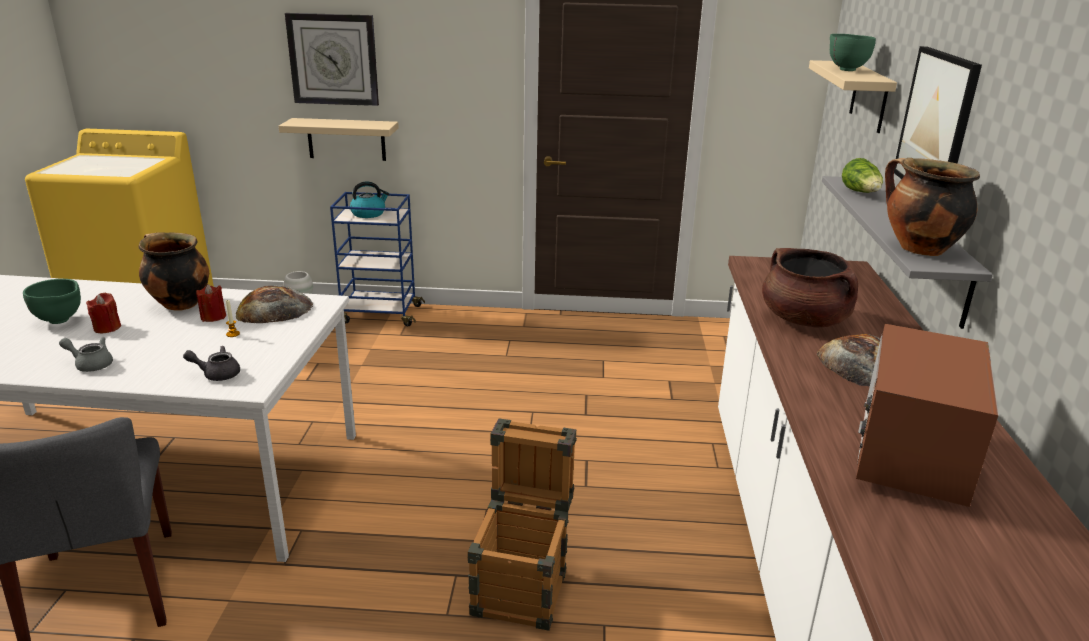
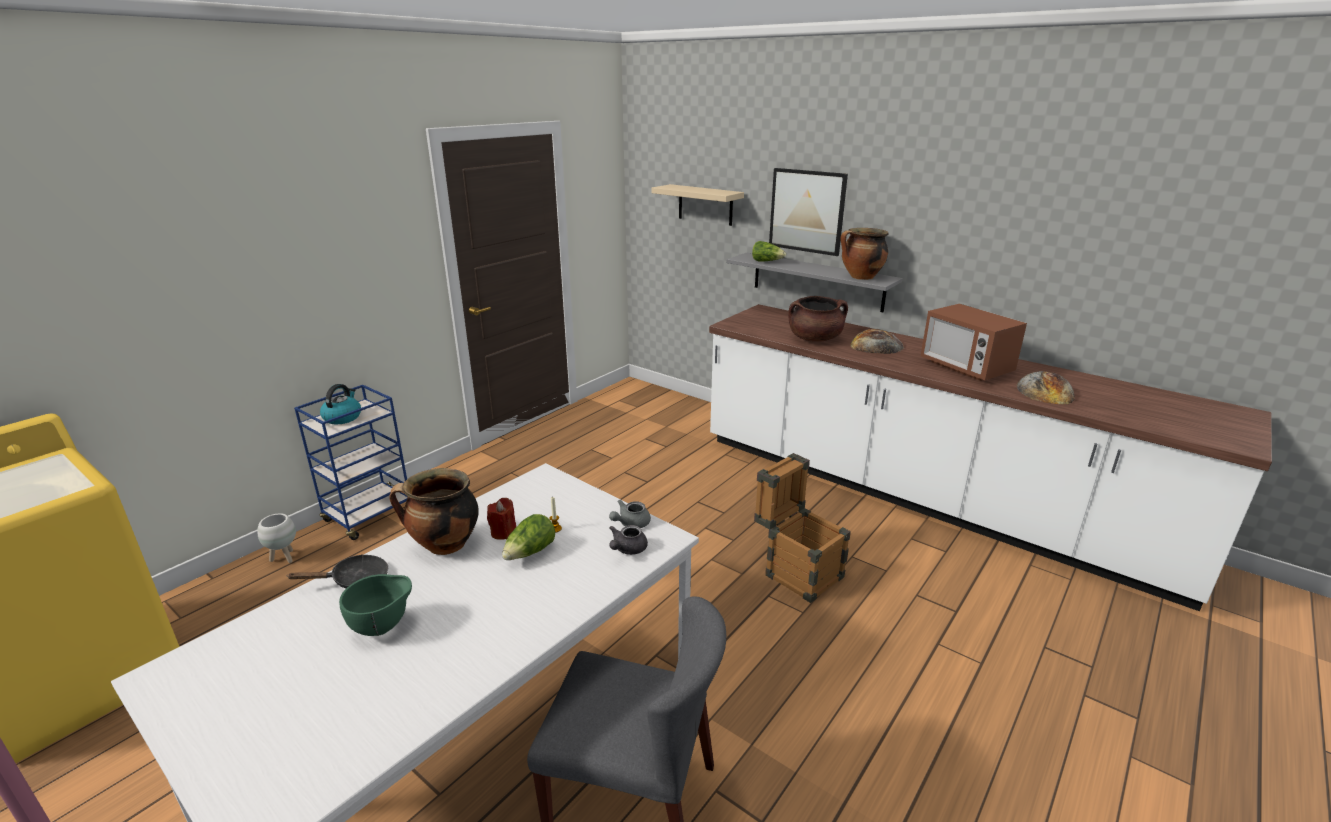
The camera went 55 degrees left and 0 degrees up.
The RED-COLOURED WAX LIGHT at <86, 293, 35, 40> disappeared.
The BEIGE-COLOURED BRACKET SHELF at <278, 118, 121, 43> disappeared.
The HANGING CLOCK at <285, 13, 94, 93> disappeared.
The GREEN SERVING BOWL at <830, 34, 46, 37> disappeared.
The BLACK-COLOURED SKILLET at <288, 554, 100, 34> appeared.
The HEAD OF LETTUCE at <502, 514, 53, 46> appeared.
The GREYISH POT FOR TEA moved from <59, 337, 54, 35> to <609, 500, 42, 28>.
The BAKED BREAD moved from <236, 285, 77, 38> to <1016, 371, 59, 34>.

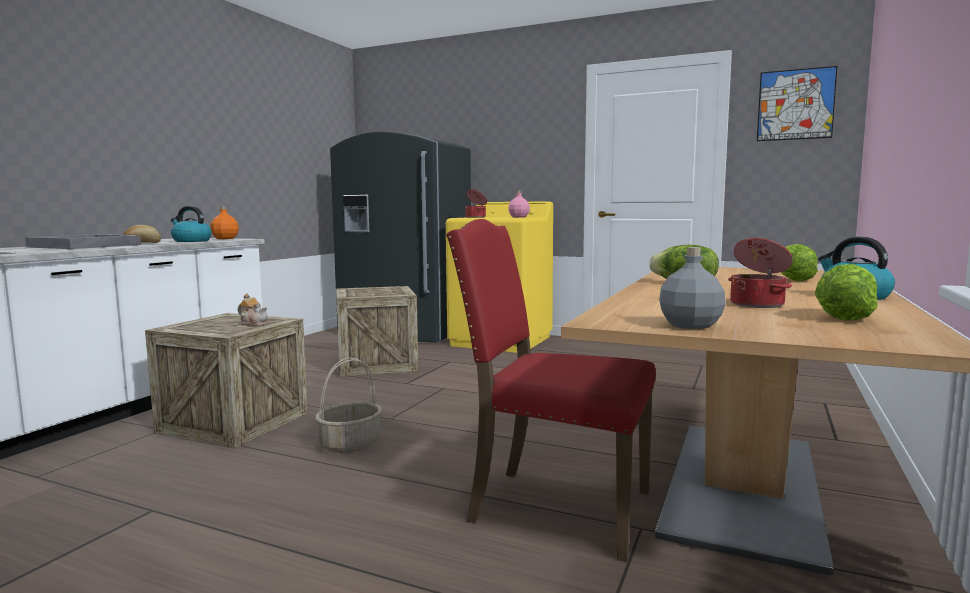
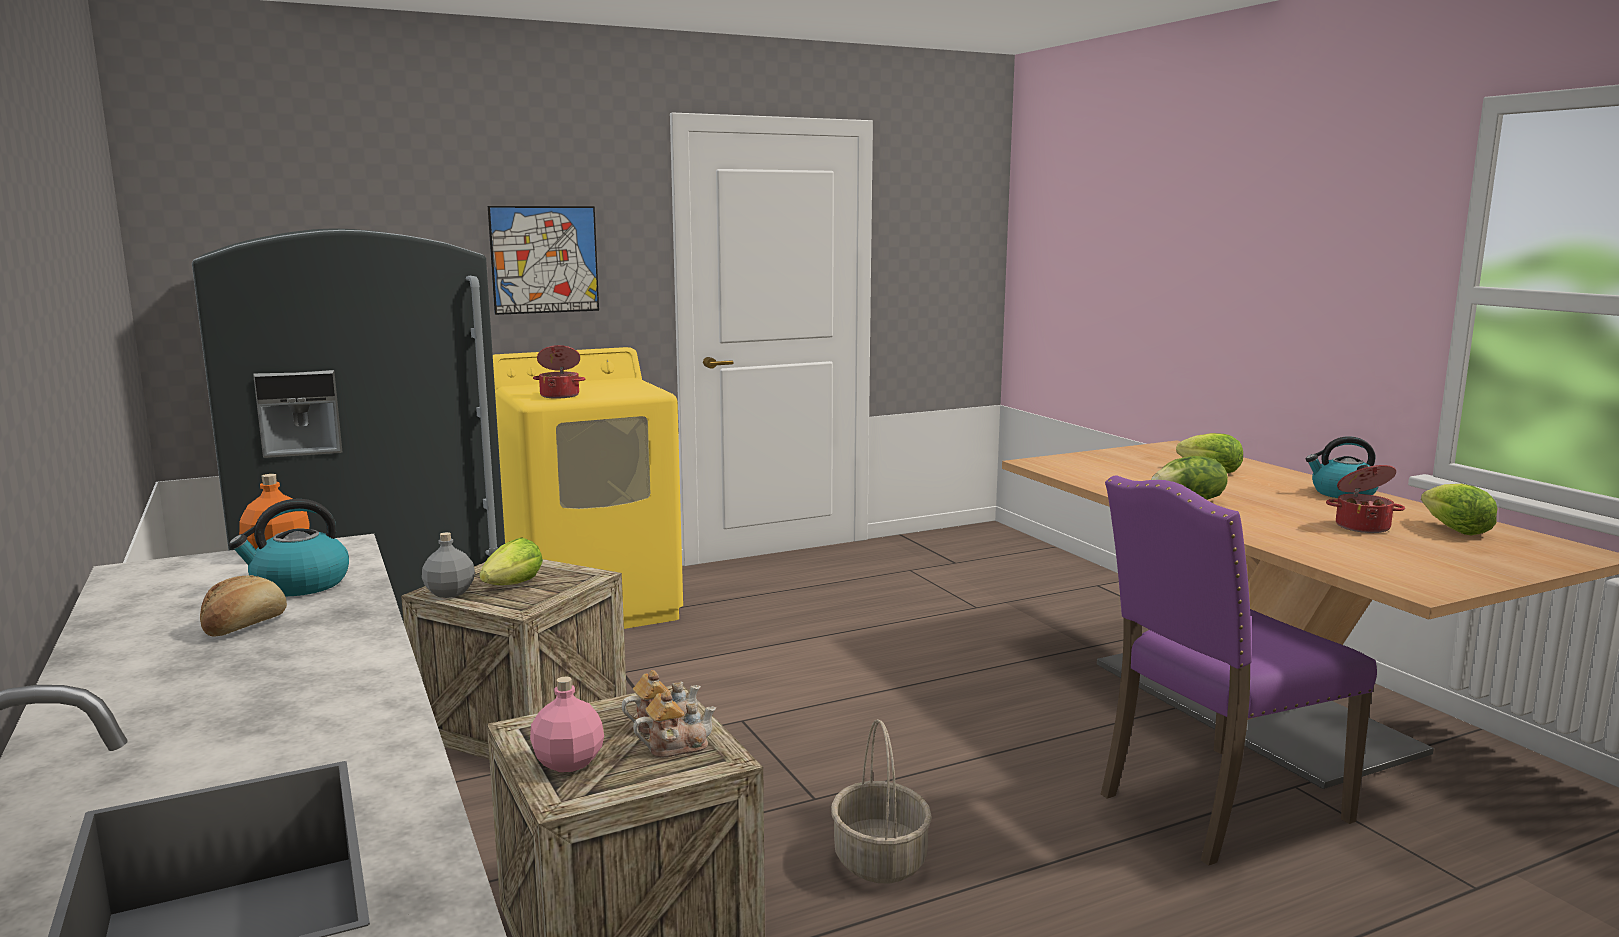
The camera went 50 degrees left and 5 degrees up.
The GREYISH TRAY at <25, 234, 116, 15> disappeared.
The HEAD OF LETTUCE at <479, 537, 64, 48> appeared.
The POT FOR TEA at <633, 690, 83, 67> appeared.
The PINK BEVERAGE BOTTLE moved from <508, 190, 22, 28> to <530, 677, 74, 95>.
The GREYISH BEVERAGE BOTTLE moved from <659, 247, 67, 82> to <422, 532, 53, 66>.
The WALL PICTURE moved from <757, 66, 80, 75> to <488, 206, 111, 109>.
The RED-COLOURED UPRIGHT CHAIR at <446, 219, 210, 343> became the PURPLE-COLOURED UPRIGHT CHAIR at <1101, 475, 276, 391>.

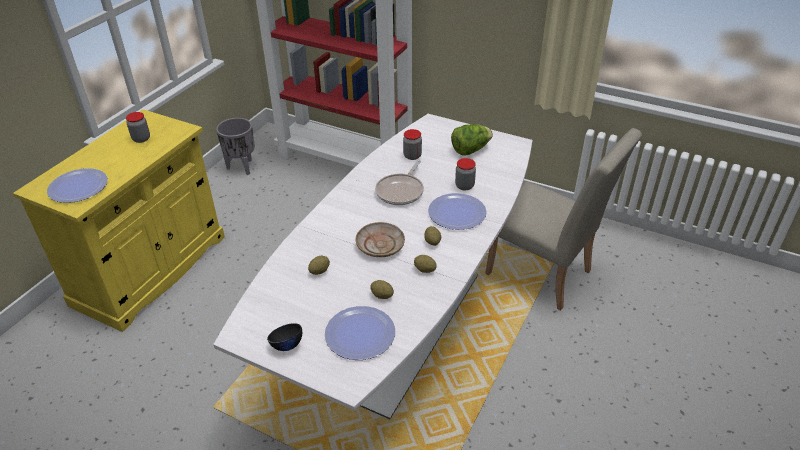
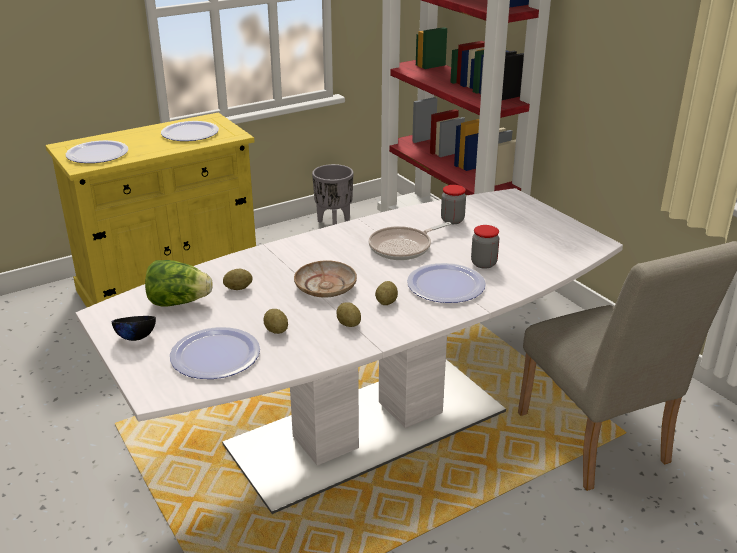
The camera went 30 degrees right and 10 degrees down.
The HEAD OF LETTUCE moved from <451, 124, 42, 32> to <145, 260, 68, 47>.
The STORAGE JAR at <126, 112, 24, 31> was replaced by the DINNER PLATE at <161, 121, 58, 20>.

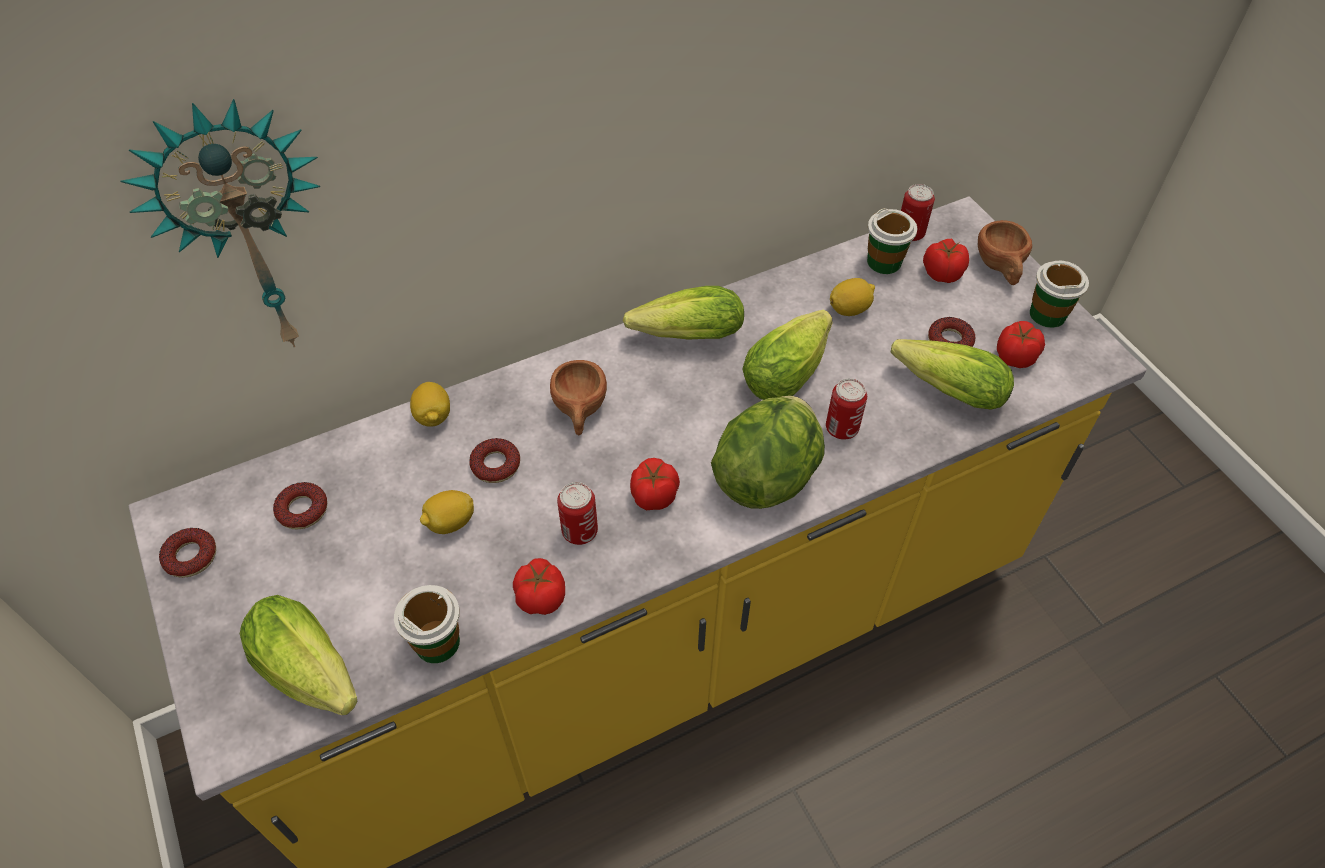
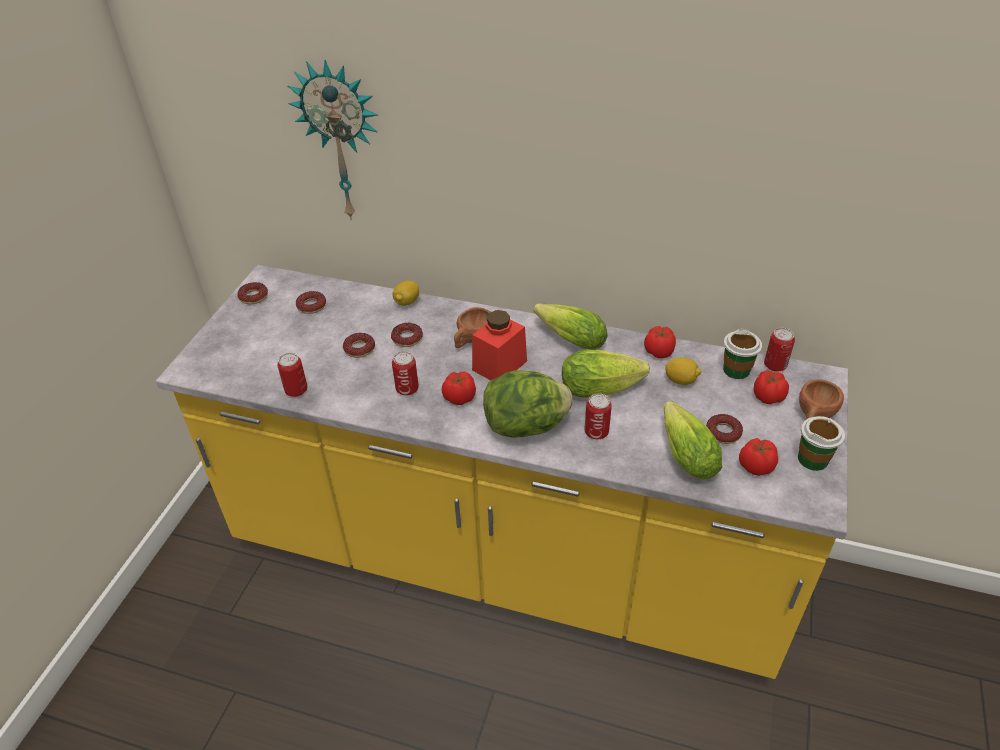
The camera went 45 degrees right and 10 degrees down.
The HEAD OF LETTUCE at <240, 595, 118, 120> disappeared.
The RED-COLOURED STORAGE JAR at <472, 310, 55, 70> appeared.
The WHOLE TOMATO moved from <513, 558, 52, 57> to <644, 326, 32, 32>.
The CUP at <394, 585, 66, 78> was replaced by the CAN at <277, 353, 30, 44>.
The LEMON at <420, 490, 54, 44> was replaced by the DONUT at <343, 333, 32, 25>.

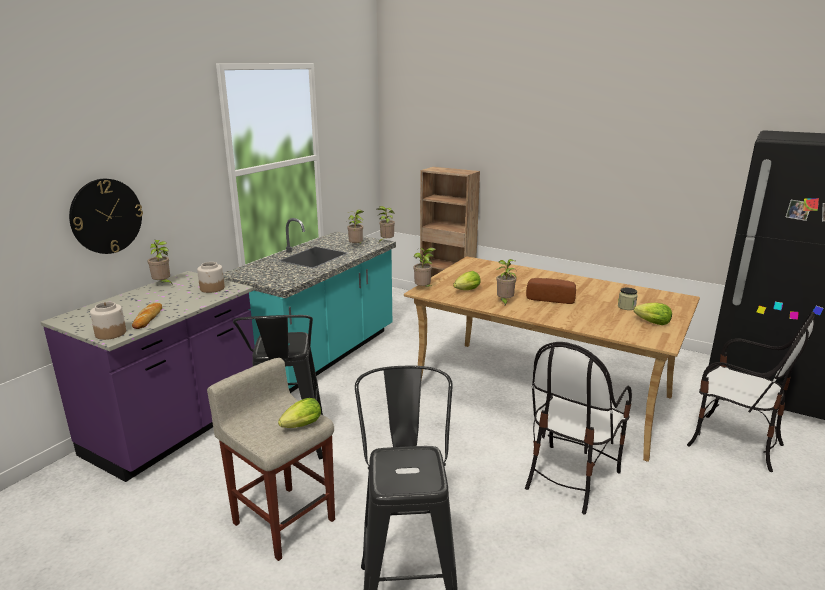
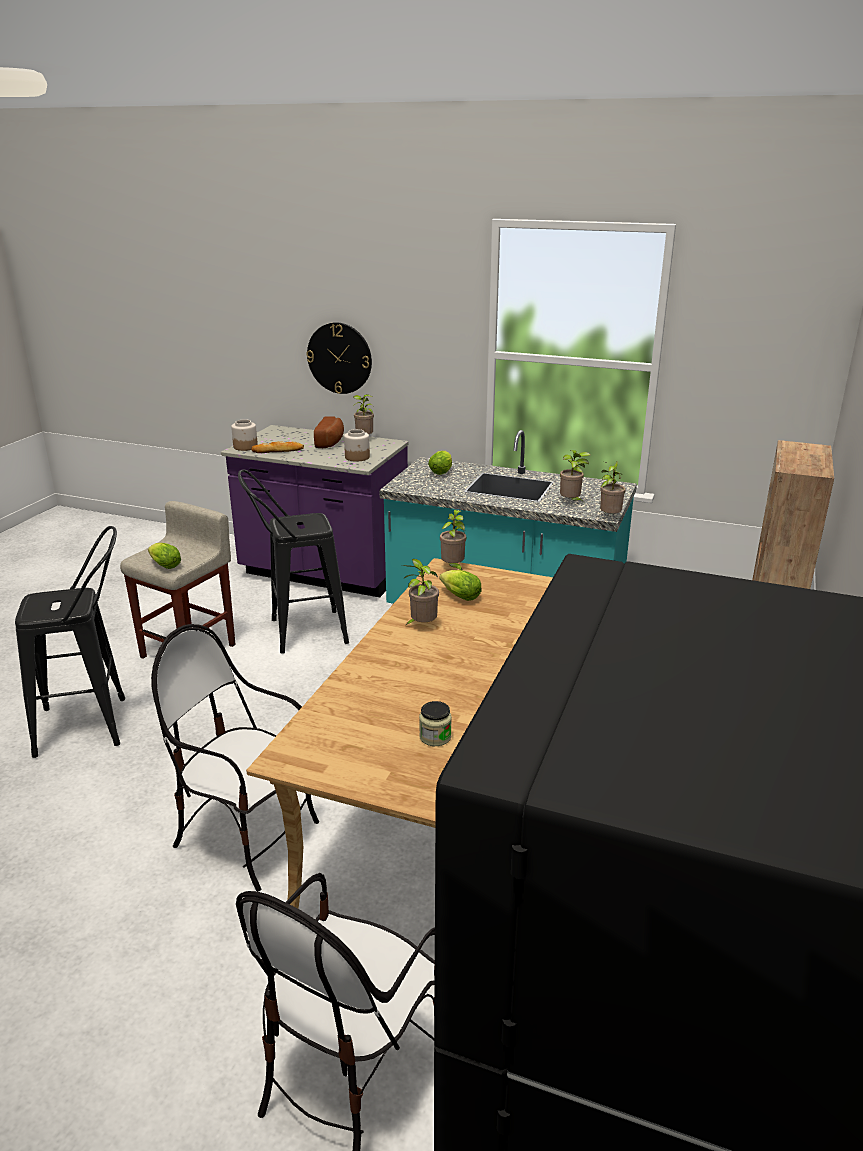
The camera went 80 degrees right and 5 degrees up.
The BAKED BREAD moved from <526, 278, 50, 26> to <314, 416, 30, 32>.
The HEAD OF LETTUCE moved from <634, 303, 38, 22> to <428, 451, 24, 24>.

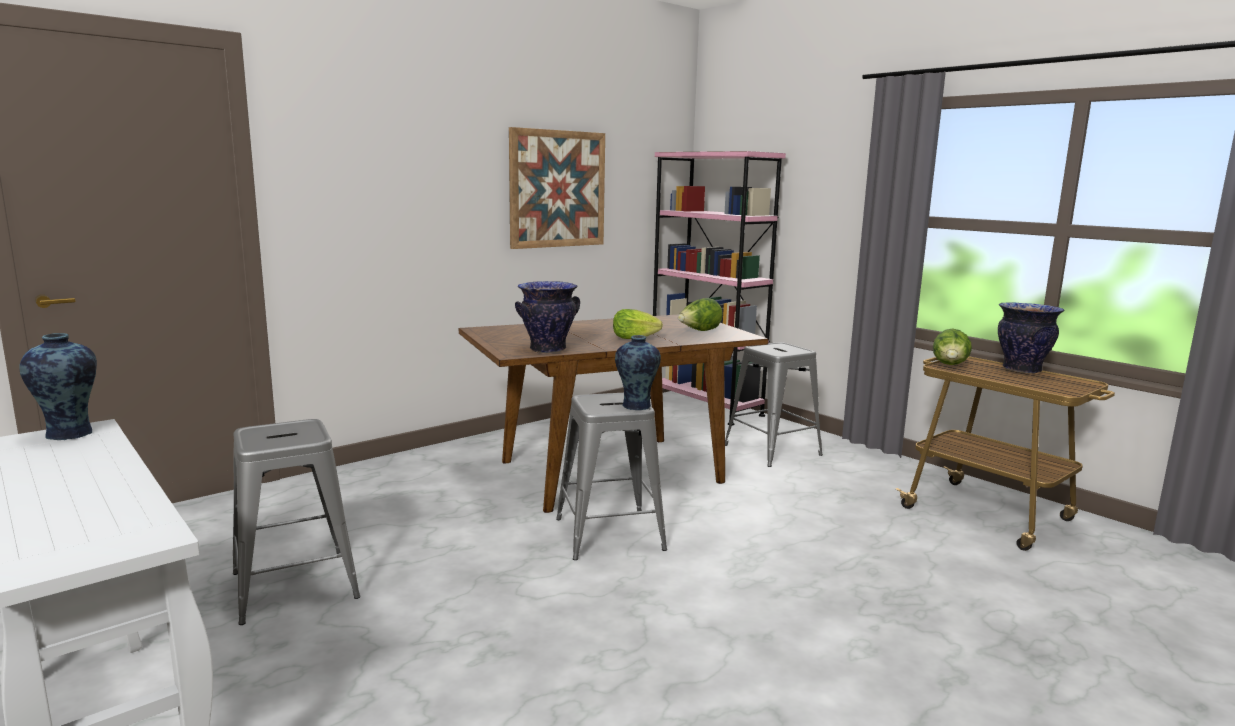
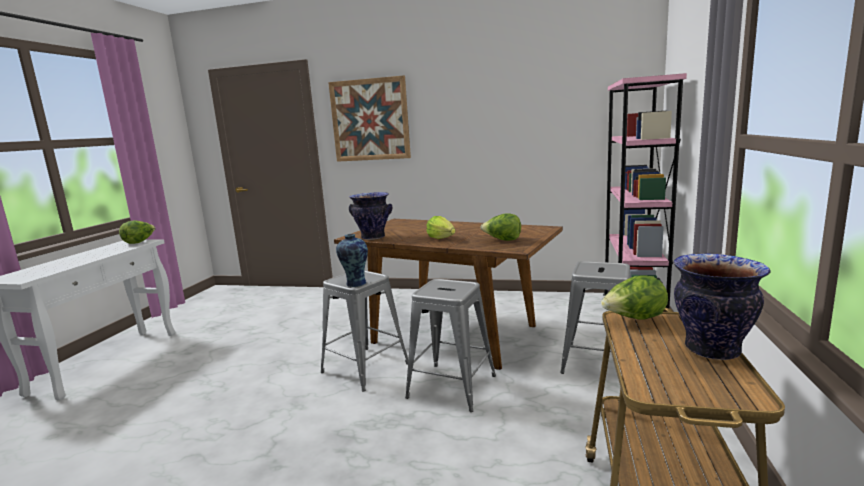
The camera went 55 degrees right and 0 degrees up.
The GREYISH STOOL SEAT moved from <233, 419, 127, 206> to <405, 279, 91, 133>.
The WALL PICTURE moved from <509, 127, 96, 122> to <328, 75, 83, 87>.
The DECORATIVE VASE at <19, 333, 78, 107> was replaced by the HEAD OF LETTUCE at <119, 220, 37, 24>.

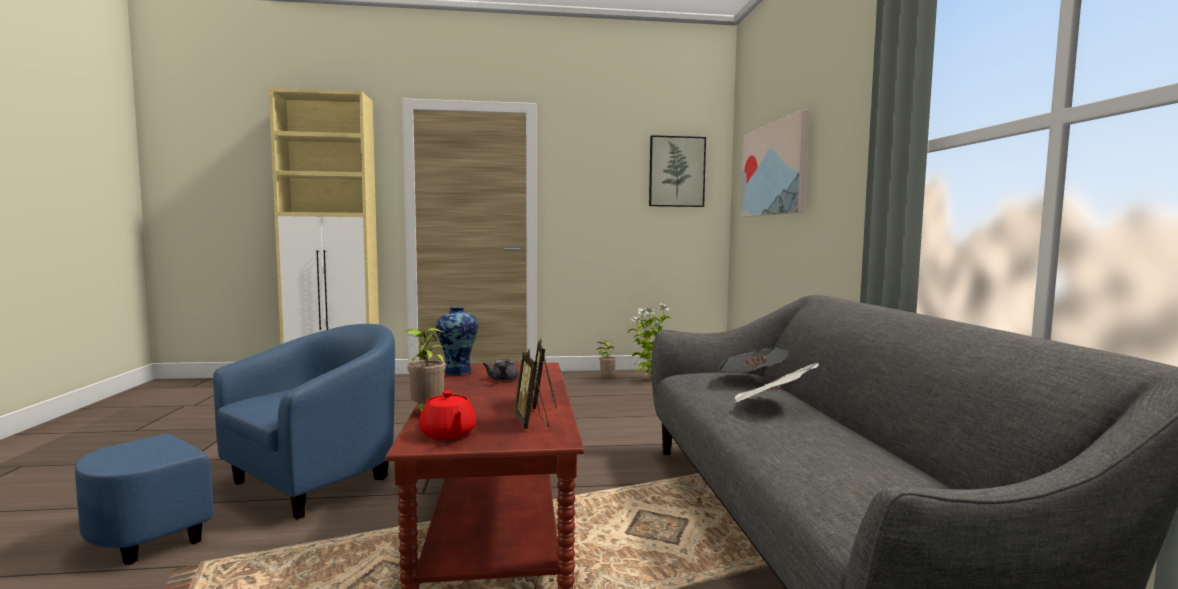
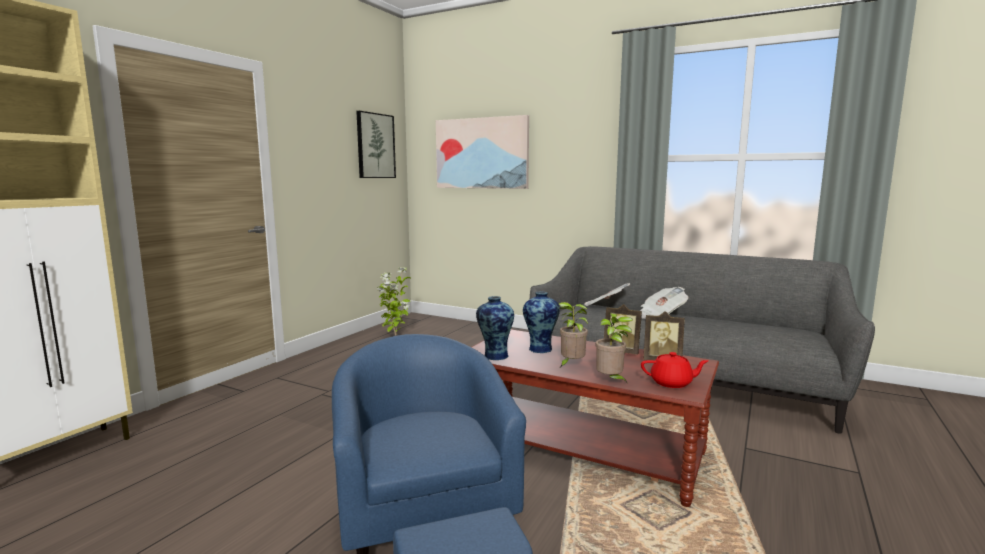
The camera went 55 degrees left and 5 degrees up.
The PLANT IN A POT moved from <597, 340, 19, 37> to <558, 302, 30, 65>.
The GREYISH POT FOR TEA at <483, 360, 36, 21> was replaced by the DECORATIVE VASE at <523, 292, 37, 61>.

